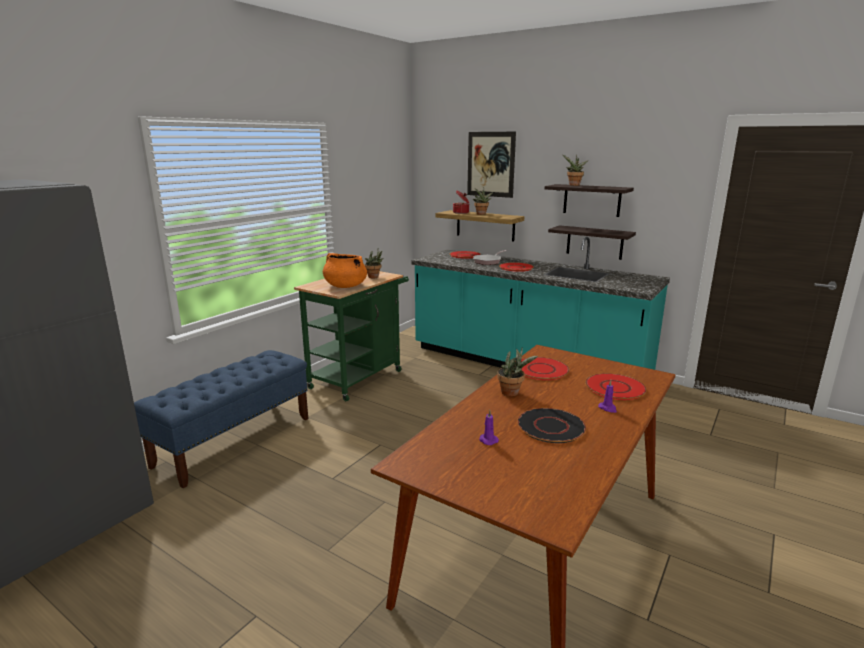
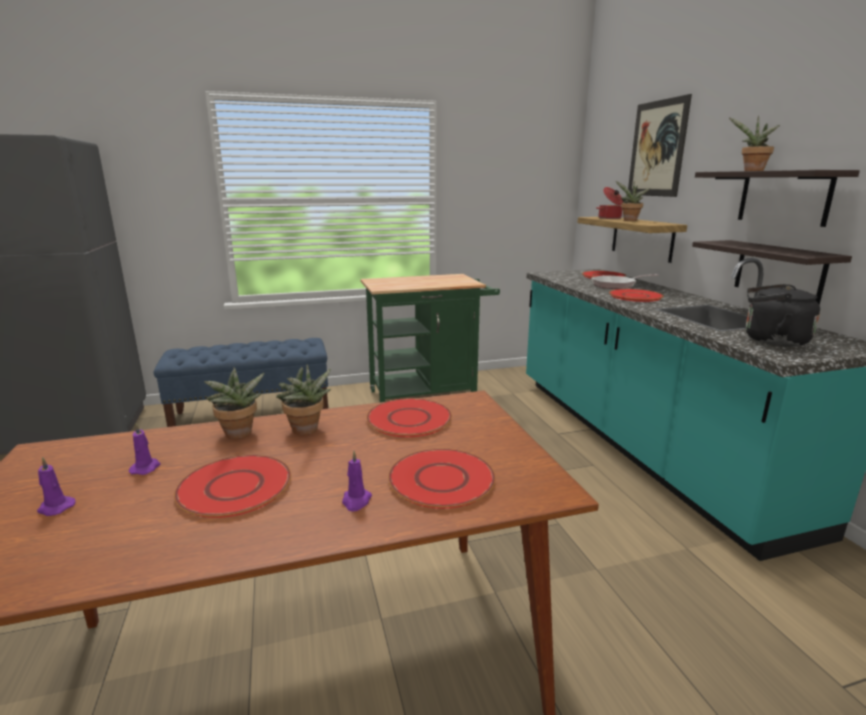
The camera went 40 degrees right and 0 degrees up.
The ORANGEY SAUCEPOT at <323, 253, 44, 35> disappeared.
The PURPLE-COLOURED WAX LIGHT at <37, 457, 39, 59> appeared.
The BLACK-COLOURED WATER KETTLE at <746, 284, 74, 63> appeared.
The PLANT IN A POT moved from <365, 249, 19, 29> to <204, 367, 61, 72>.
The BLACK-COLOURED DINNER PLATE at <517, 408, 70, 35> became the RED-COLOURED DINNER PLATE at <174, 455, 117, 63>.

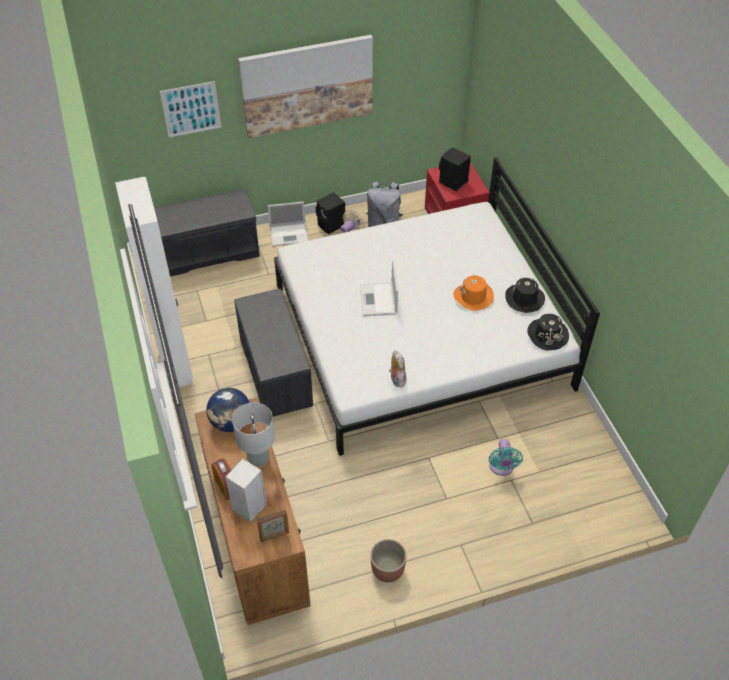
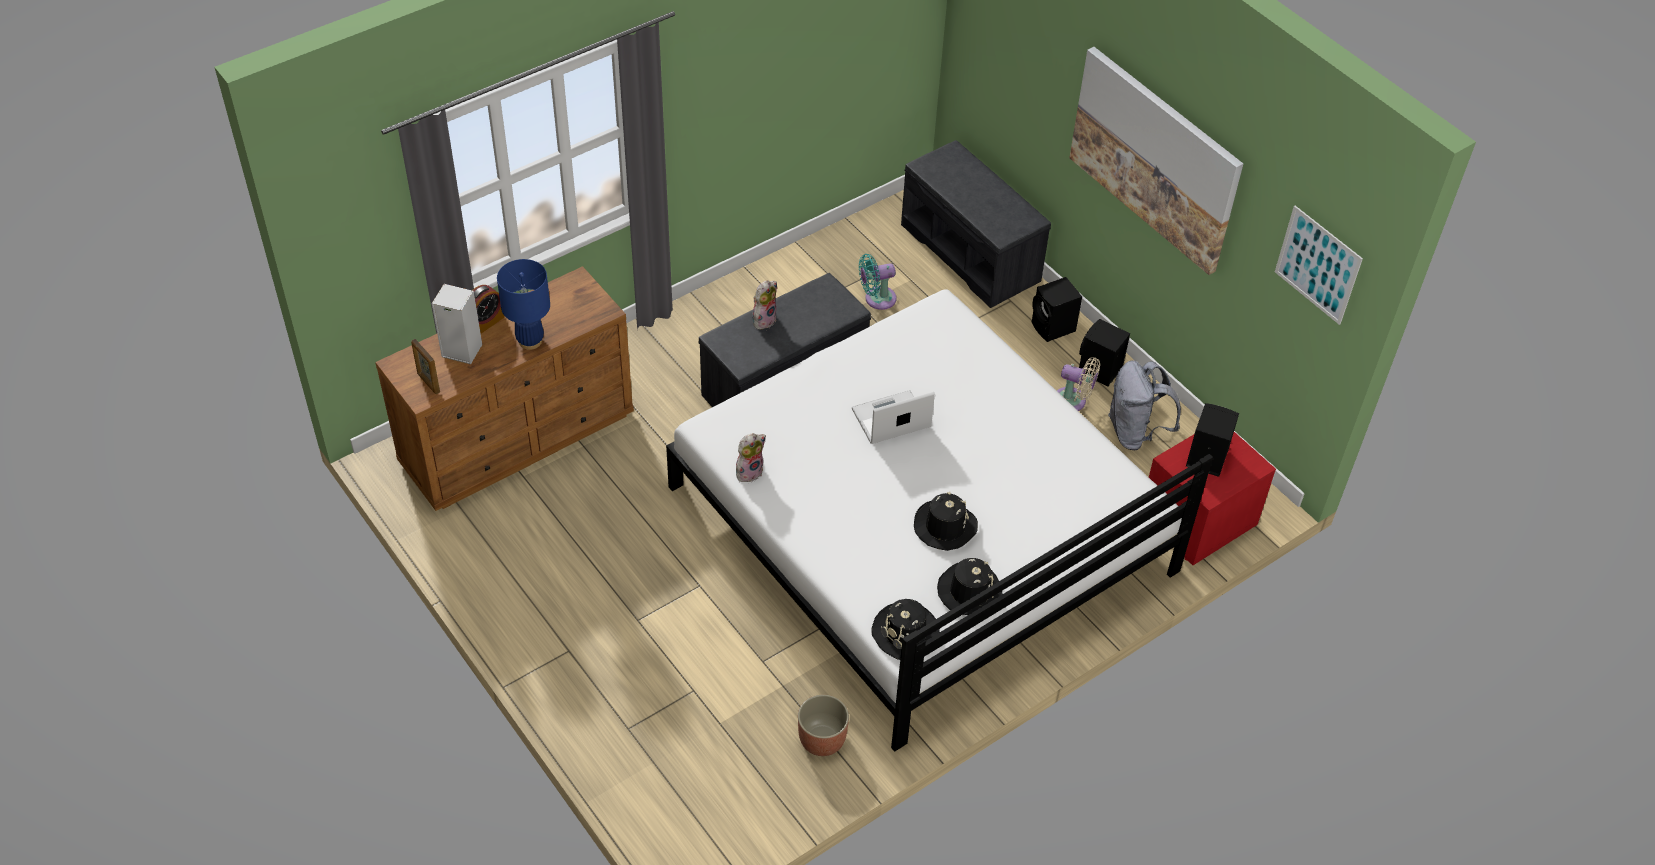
The camera went 70 degrees right and 0 degrees up.
The WHITE WARDROBE at <115, 177, 78, 212> disappeared.
The WORLD GLOBE at <206, 388, 44, 44> disappeared.
The CUDDLY TOY at <752, 280, 25, 50> appeared.
The WALL PICTURE moved from <160, 81, 62, 57> to <1275, 206, 88, 119>.
The FLOWER POT moved from <370, 539, 37, 43> to <798, 695, 51, 61>.
The TURQUOISE FAN moved from <489, 439, 34, 37> to <859, 254, 38, 56>.
The NOTEBOOK COMPUTER at <268, 201, 40, 45> was replaced by the BLACK-COLOURED AUDIO SPEAKER at <1032, 277, 50, 65>.
The GREYISH LAMP FOR A TABLE at <232, 402, 43, 66> became the BLUE LAMP FOR A TABLE at <497, 259, 53, 91>.
The ORANGEY HAT at <454, 274, 40, 37> became the BLACK-COLOURED HAT at <914, 492, 64, 59>.

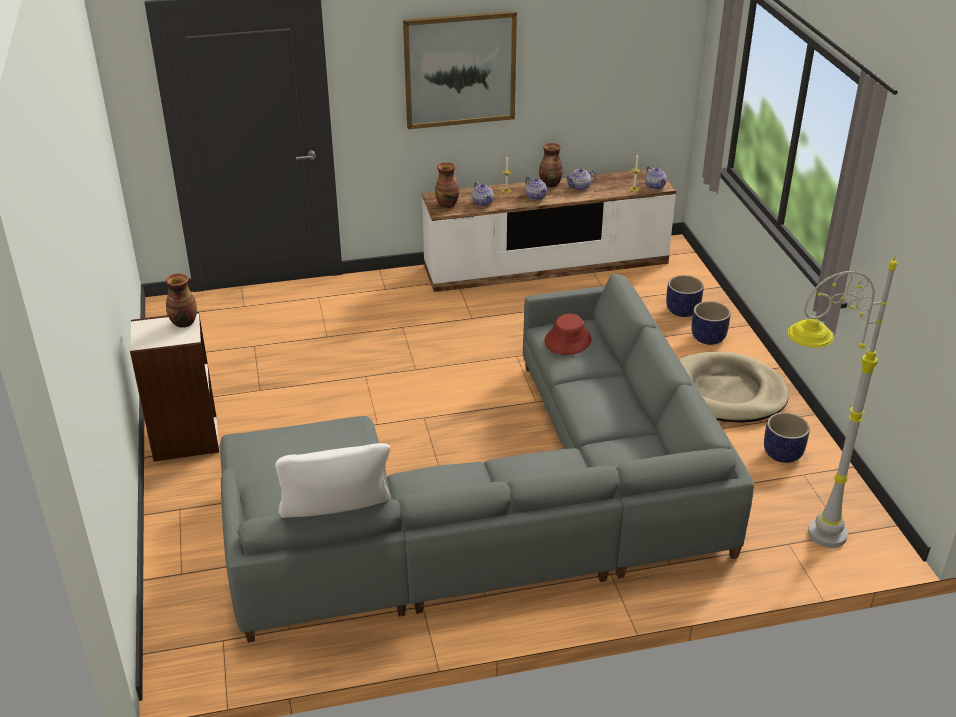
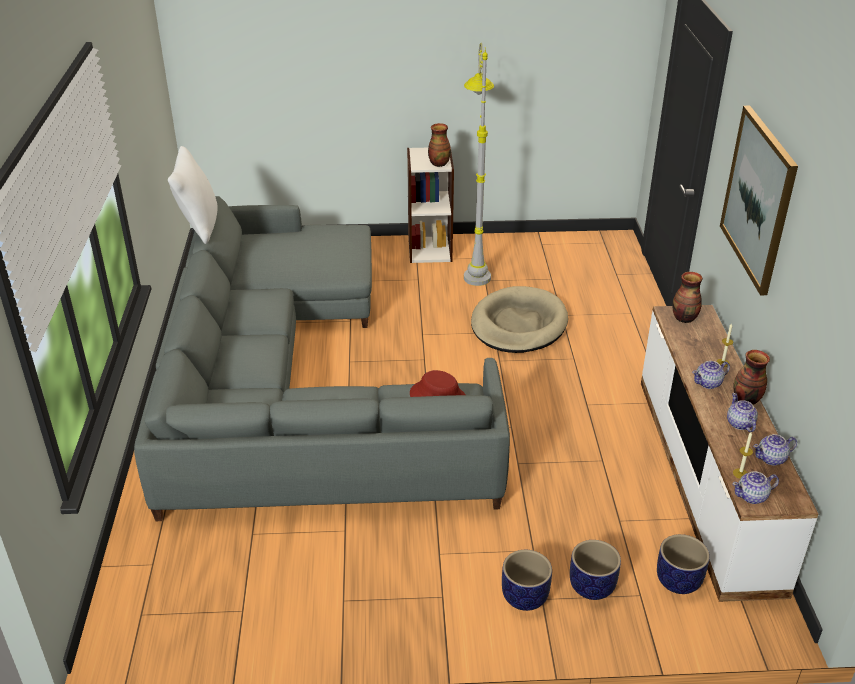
The camera went 100 degrees right and 0 degrees up.
The POT FOR TEA moved from <472, 182, 22, 24> to <753, 434, 44, 32>.
The BEIGE-COLOURED PET BED moved from <679, 352, 110, 71> to <471, 286, 97, 67>.
The FLOWER POT moved from <764, 412, 46, 51> to <657, 534, 53, 60>.
The GREYISH STANDARD LAMP moved from <788, 254, 109, 294> to <464, 43, 30, 243>.

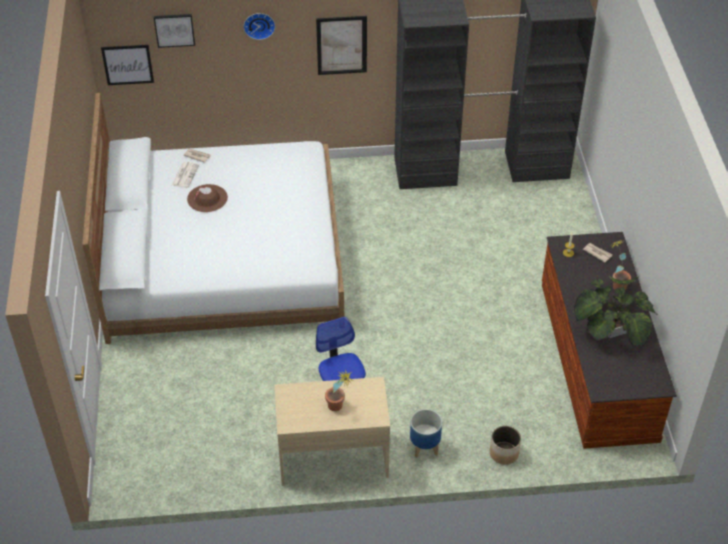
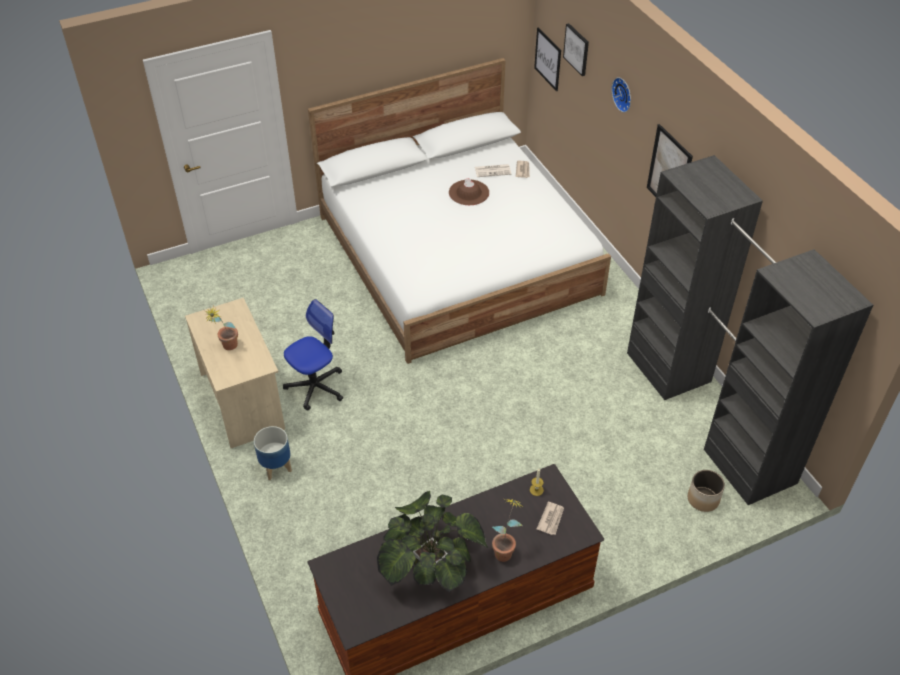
The camera went 70 degrees right and 0 degrees up.
The FLOWER POT moved from <490, 426, 31, 39> to <688, 470, 37, 42>.

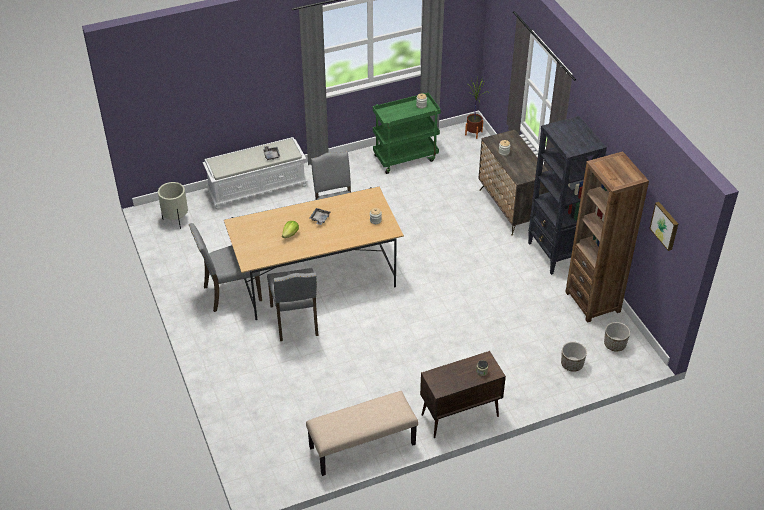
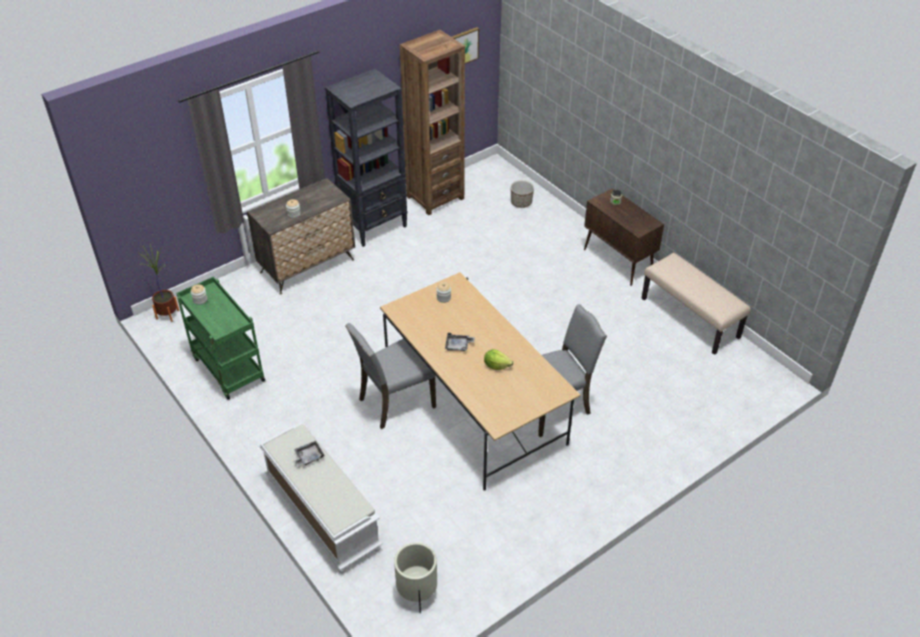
The camera went 105 degrees left and 0 degrees up.
The GREYISH UPRIGHT CHAIR at <189, 223, 73, 89> disappeared.
The FLOWER POT at <604, 322, 26, 29> disappeared.

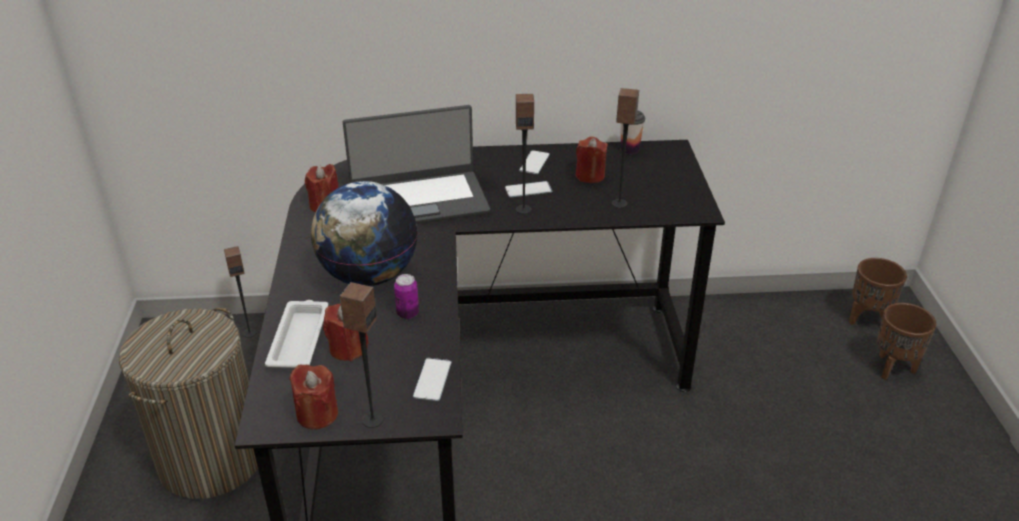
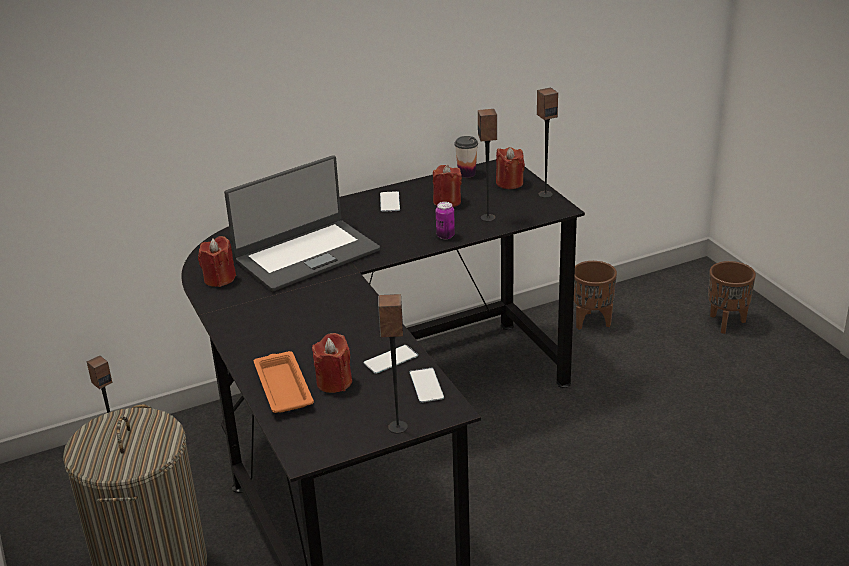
The camera went 20 degrees left and 5 degrees down.
The WORLD GLOBE at <311, 181, 107, 105> disappeared.
The RED-COLOURED WAX LIGHT moved from <290, 364, 48, 66> to <496, 147, 29, 42>.
The CAN moved from <394, 274, 25, 45> to <436, 202, 19, 37>.
The TELEPHONE moved from <505, 181, 47, 16> to <363, 345, 55, 29>.
The AUDIO SPEAKER moved from <516, 94, 18, 120> to <537, 88, 21, 110>.
The BROWNISH FLOWER POT moved from <849, 258, 58, 67> to <574, 261, 43, 69>.
The WHITE TRAY at <265, 300, 63, 68> became the ORANGEY TRAY at <254, 351, 60, 62>.

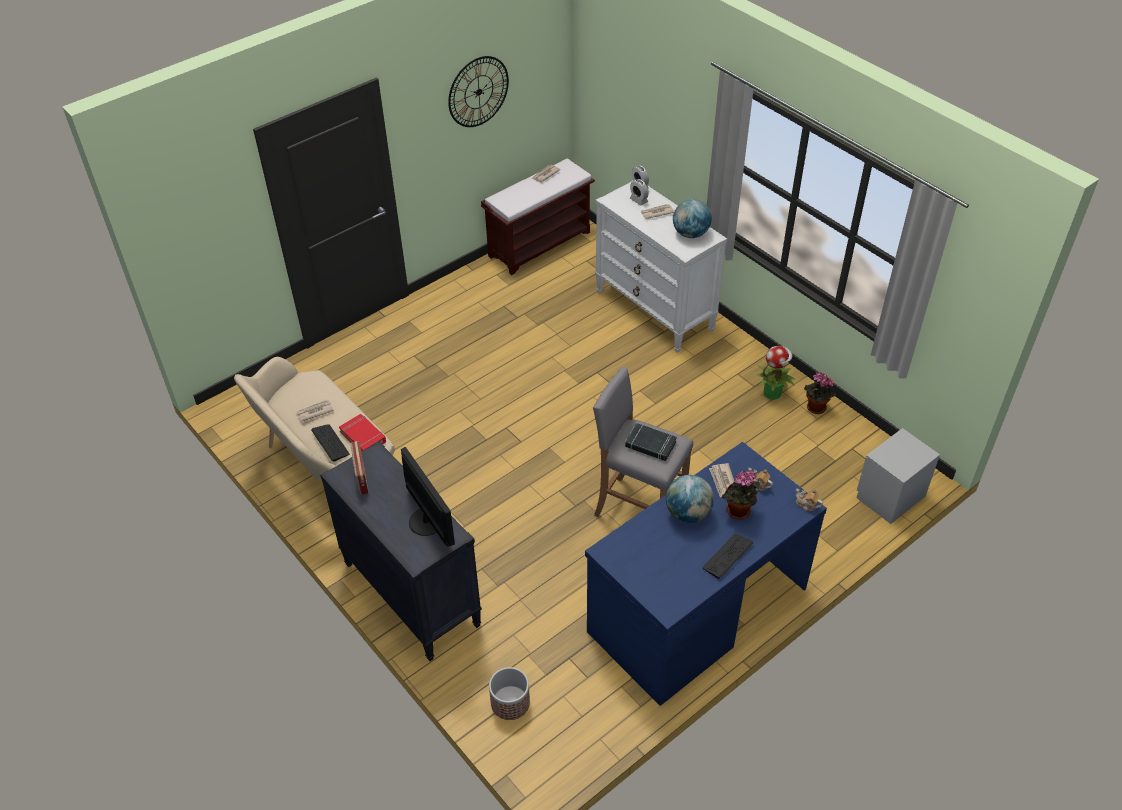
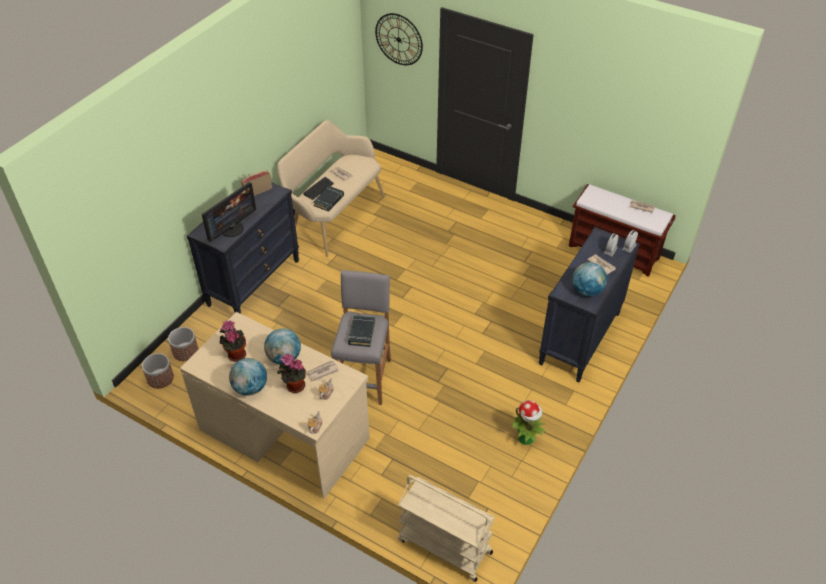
The camera went 70 degrees right and 0 degrees up.
The FLOWER POT at <142, 353, 32, 36> appeared.
The HANGING CLOCK moved from <448, 56, 61, 71> to <375, 13, 48, 52>.
The PLANT IN A POT moved from <804, 372, 32, 42> to <220, 320, 26, 42>.
The PC KEYBOARD at <702, 534, 51, 45> was replaced by the WORLD GLOBE at <229, 358, 38, 38>.
The GREYISH NIGHT TABLE at <857, 428, 83, 96> was replaced by the BEIGE-COLOURED TROLLEY at <398, 475, 97, 107>.
The RED-COLOURED VOLUME at <339, 414, 47, 38> became the BLACK-COLOURED VOLUME at <313, 186, 31, 26>.
The BLUE DESK at <585, 442, 242, 264> became the BEIGE-COLOURED DESK at <180, 312, 190, 187>.
The WHITE DRESSER at <595, 180, 132, 173> became the BLACK-COLOURED DRESSER at <539, 227, 101, 155>.

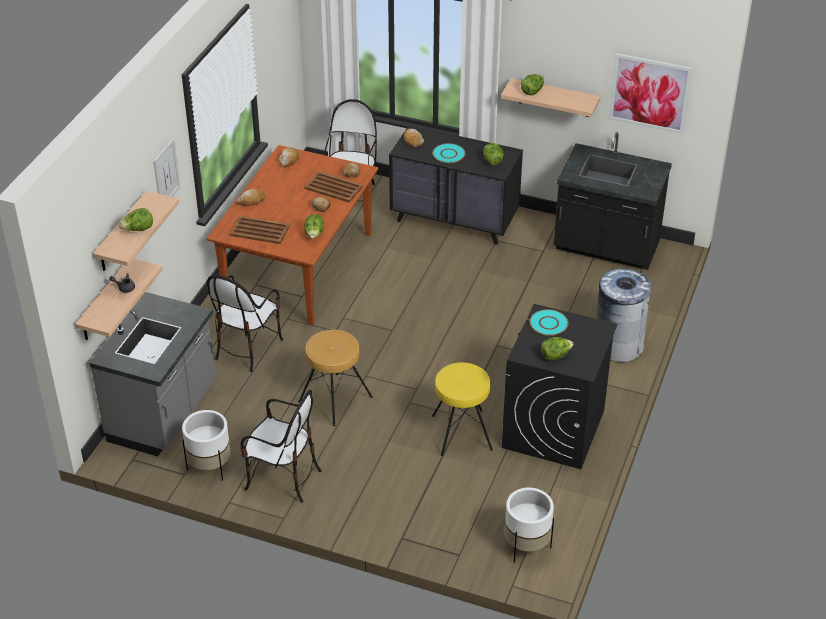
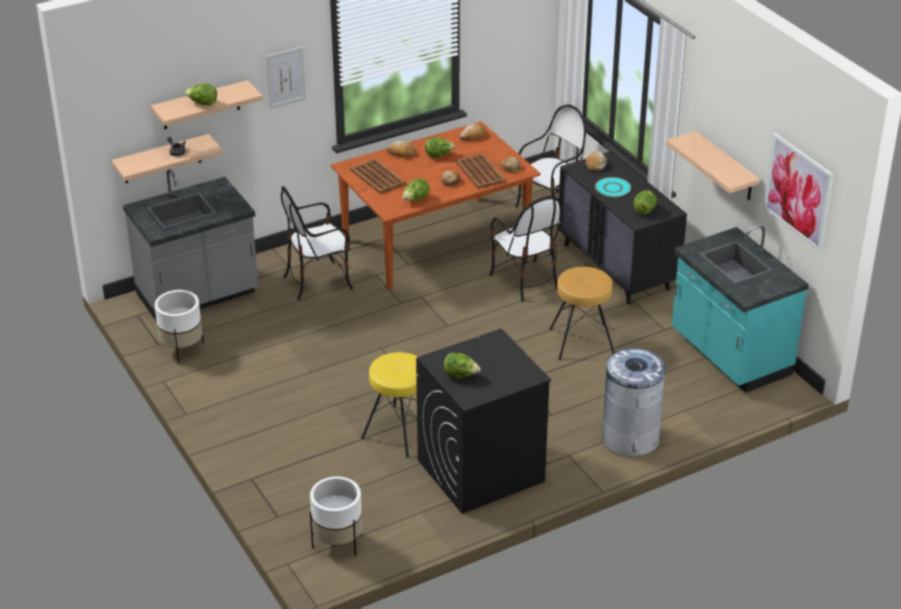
The camera went 40 degrees right and 5 degrees down.
The TURQUOISE DINNER PLATE at <529, 309, 40, 27> disappeared.
The UPRIGHT CHAIR moved from <240, 389, 82, 114> to <490, 196, 72, 106>.
The BROWNISH STOOL SEAT moved from <298, 330, 75, 96> to <550, 267, 65, 93>.
The HEAD OF LETTUCE moved from <521, 74, 23, 21> to <425, 137, 30, 21>.
The BLACK-COLOURED KITCHEN COUNTER at <554, 132, 118, 138> became the TURQUOISE KITCHEN COUNTER at <672, 224, 137, 169>.

